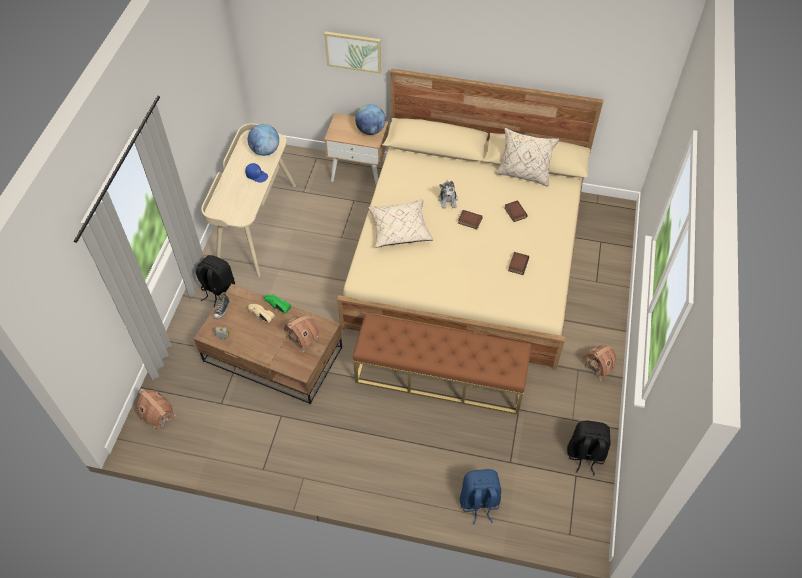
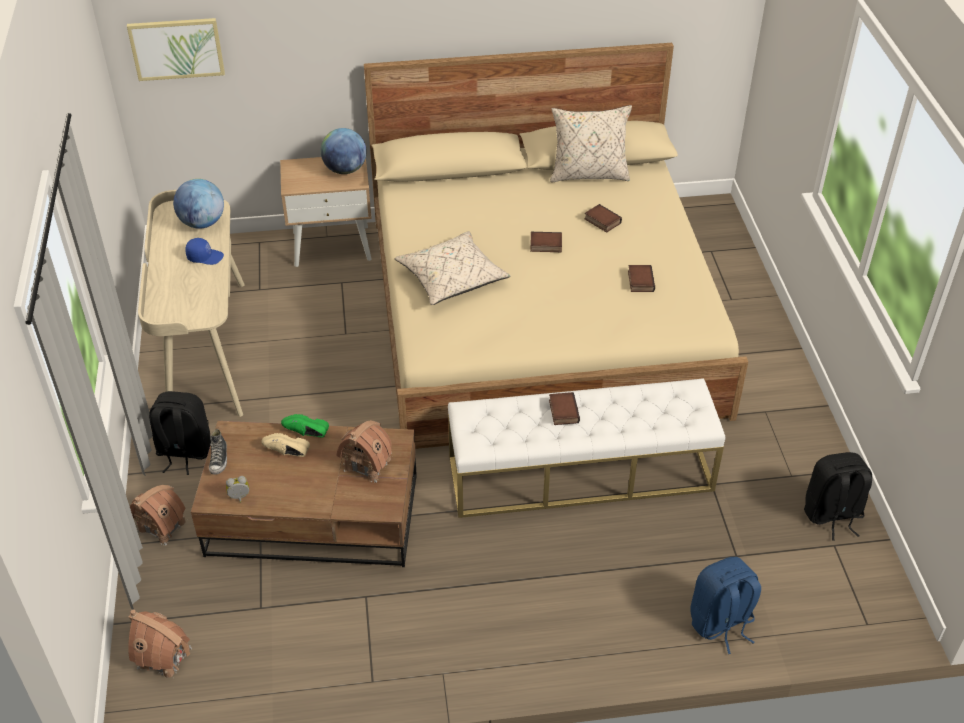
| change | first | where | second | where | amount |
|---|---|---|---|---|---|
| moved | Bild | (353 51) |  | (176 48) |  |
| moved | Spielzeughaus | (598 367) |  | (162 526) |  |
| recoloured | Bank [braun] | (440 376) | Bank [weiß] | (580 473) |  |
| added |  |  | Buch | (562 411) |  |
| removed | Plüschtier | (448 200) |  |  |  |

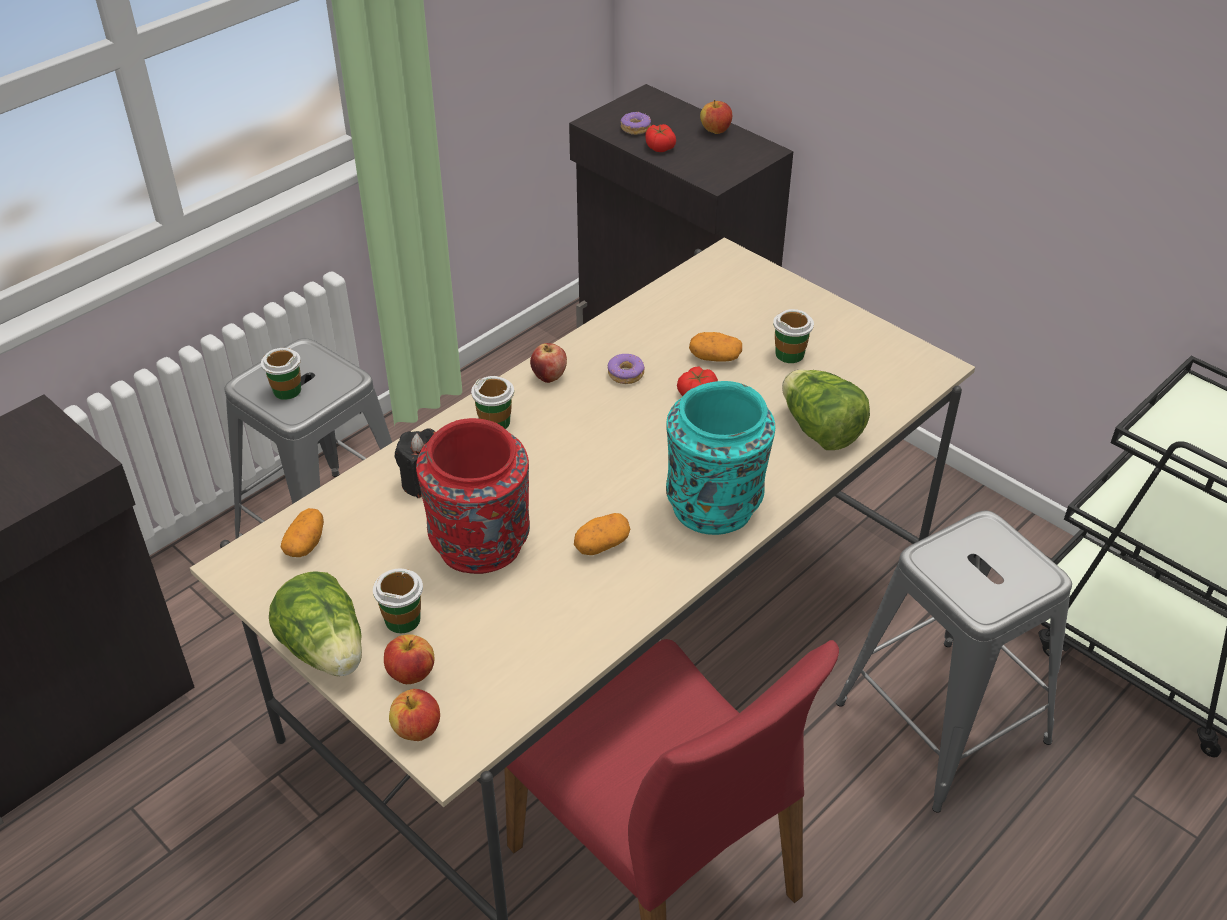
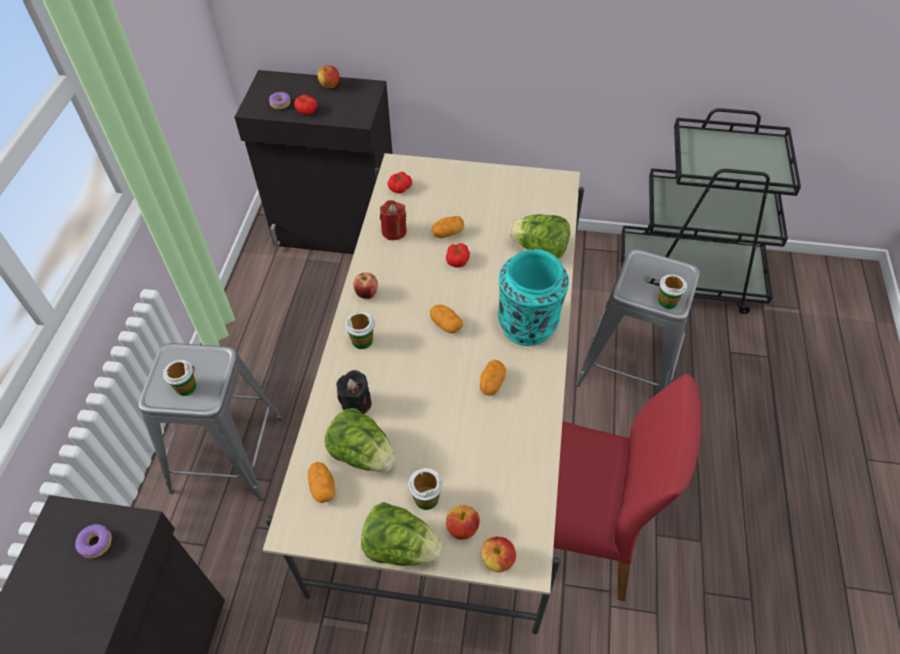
| change | first | where | second | where | amount |
|---|---|---|---|---|---|
| moved | Donut | (626 374) |  | (96 543) |  |
| added |  |  | Salatkopf | (363 454) |  |
| added |  |  | Kerze [rot] | (394 231) |  |
| added |  |  | Tomate | (400 187) |  |
| added |  |  | Kartoffel | (446 324) |  |
| moved | Tasse | (790 354) |  | (667 301) |  |
| removed | Vase [rot] | (480 546) |  |  |  |

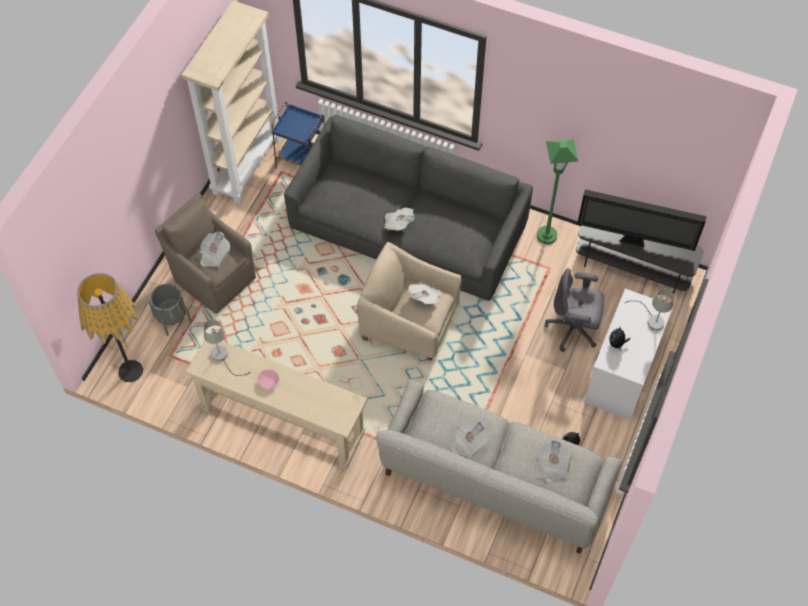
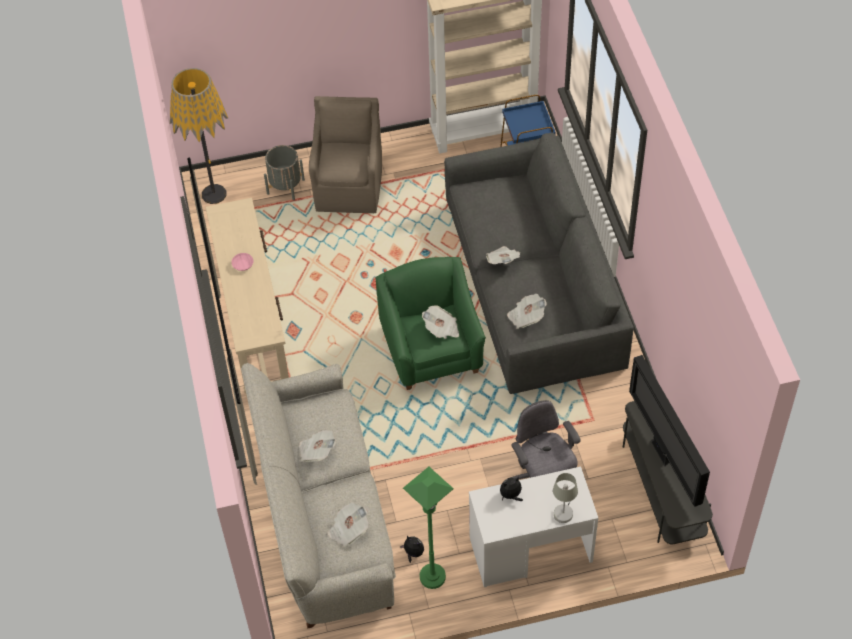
| change | first | where | second | where | amount |
|---|---|---|---|---|---|
| recoloured | Sessel [beige] | (409 322) | Sessel [grün] | (432 349) |  |
| moved | Stehlampe [grün] | (546 236) |  | (432 577) |  |
| moved | Zeitung | (214 255) |  | (526 317) |  |
| removed | Tischlampe [grau] | (223 357) |  |  |  |

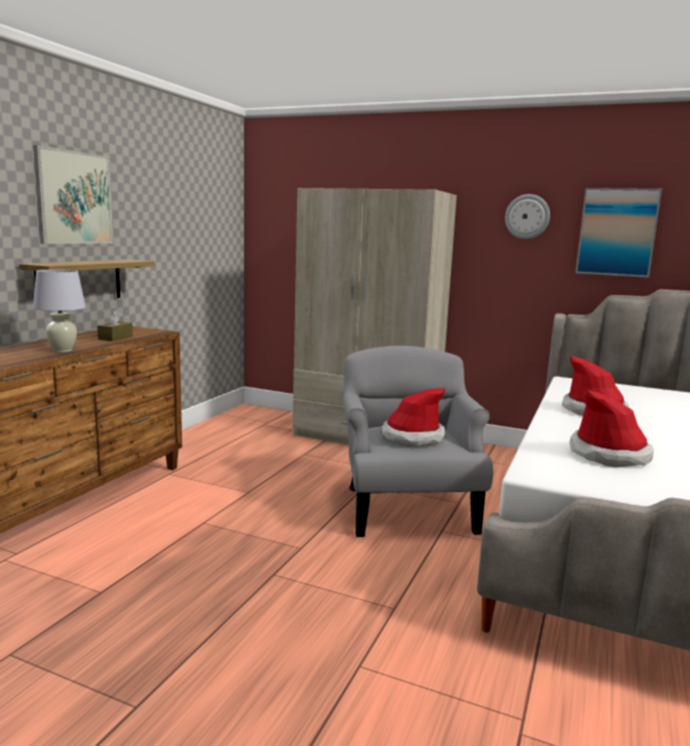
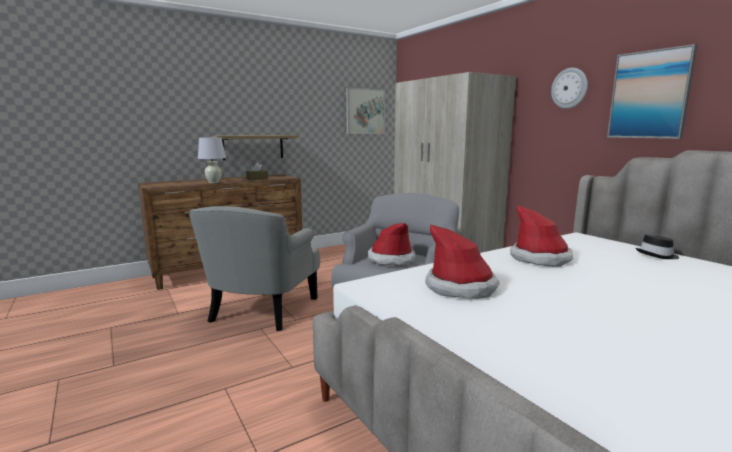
| change | first | where | second | where | amount |
|---|---|---|---|---|---|
| added |  |  | Sessel [grau] | (262 310) |  |
| moved | Bild | (74 198) |  | (365 111) |  |
| added |  |  | Hut [schwarz] | (657 255) |  |

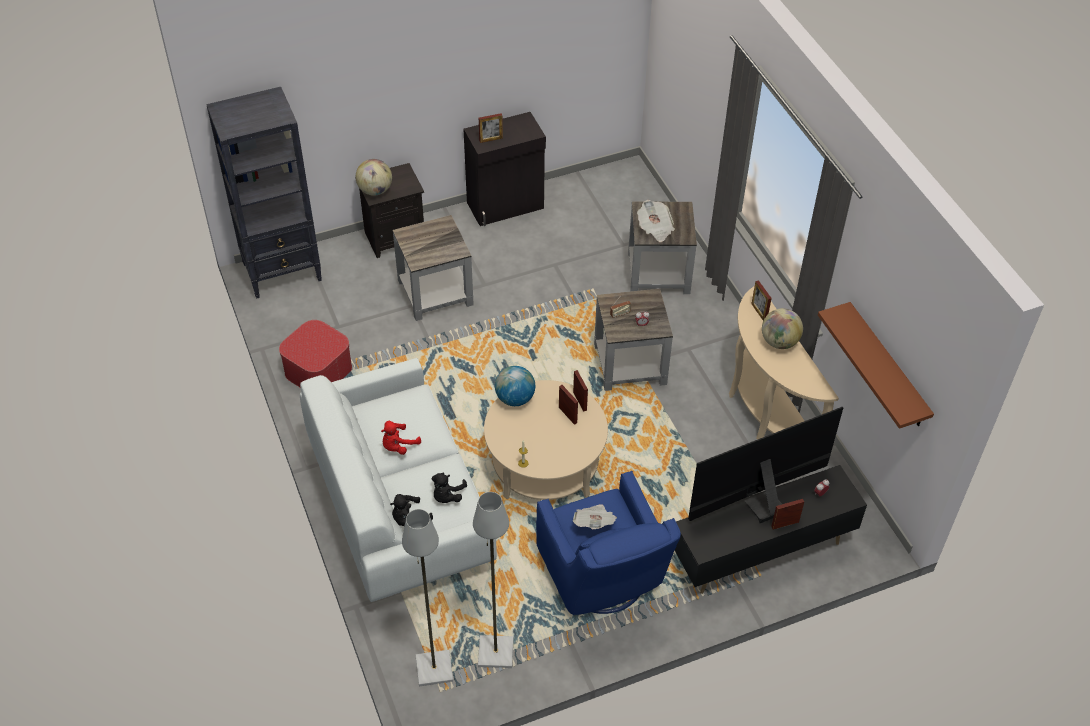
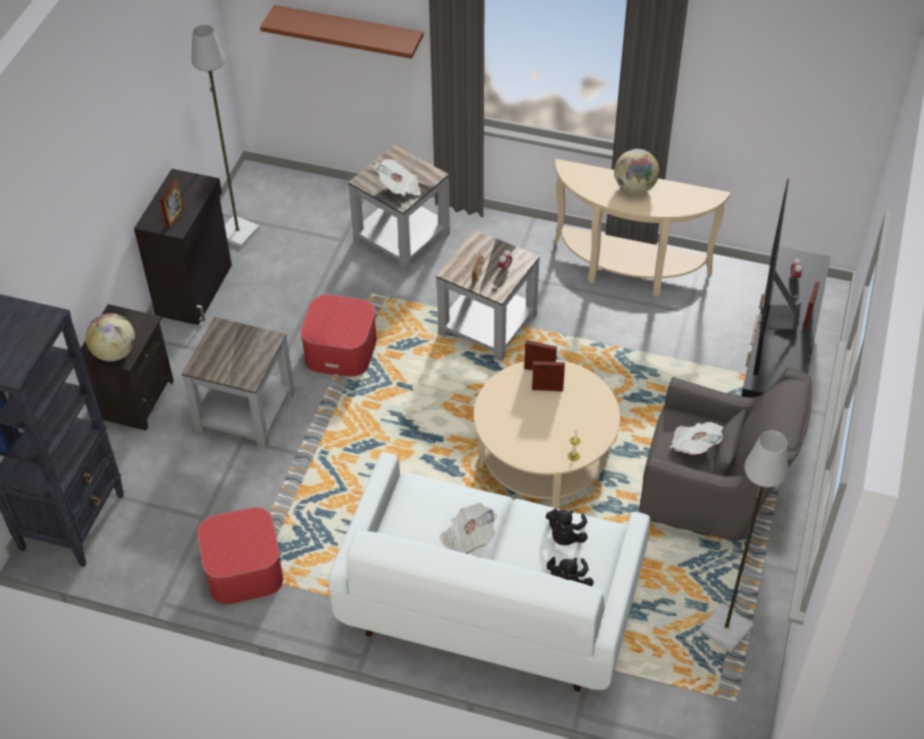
| change | first | where | second | where | amount |
|---|---|---|---|---|---|
| moved | Stehlampe [grau] | (433 669) |  | (238 233) |  |
| moved | Wandregal [braun] | (887 367) |  | (349 32) |  |
| added |  |  | Polsterhocker | (341 350) |  |
| replaced | Plüschtier [rot] | (398 446) | Zeitung | (468 538) |  |
| turned | Plüschtier [schwarz] | (447 496) |  | (565 536) | 45 degrees clockwise |
| recoloured | Sessel [blau] | (603 580) | Sessel [grau] | (712 497) |  |
| removed | Globus | (515 398) |  |  |  |
| removed | Bilderrahmen | (759 312) |  |  |  |

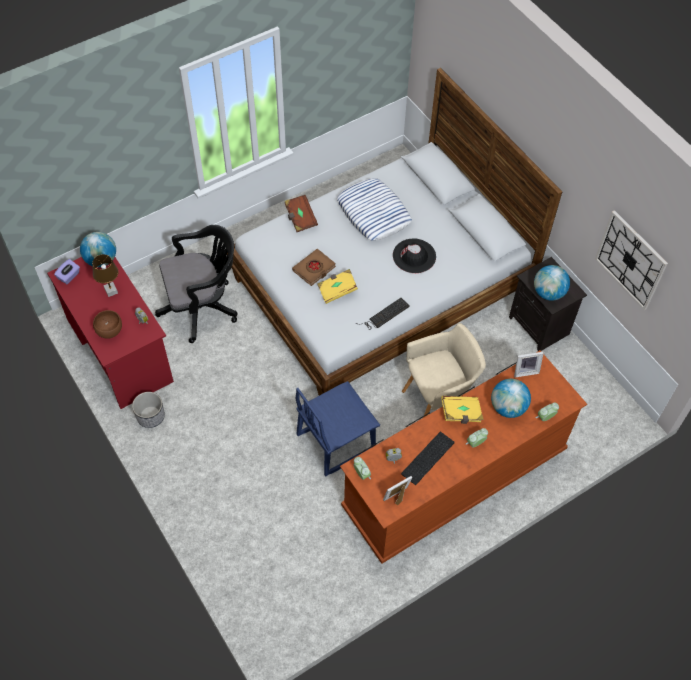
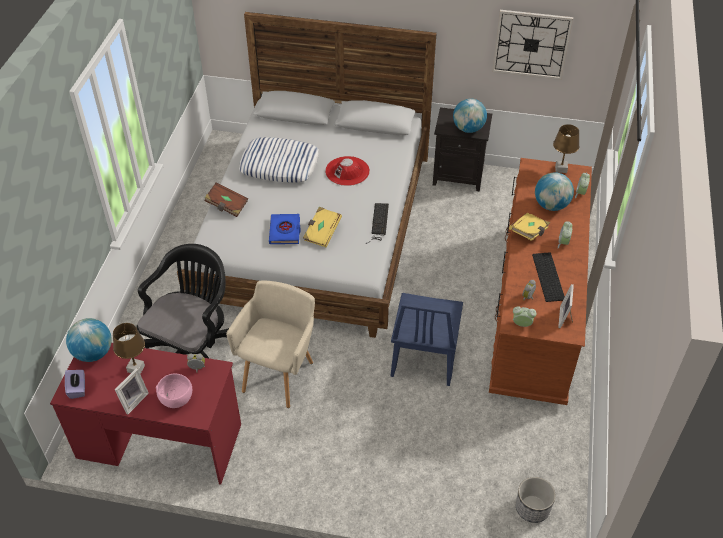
| change | first | where | second | where | amount |
|---|---|---|---|---|---|
| moved | Bilderrahmen | (525 370) |  | (133 400) |  |
| recoloured | Schüssel [braun] | (109 331) | Schüssel [rosa] | (176 399) |  |
| moved | Sessel [beige] | (439 399) |  | (280 373) |  |
| recoloured | Buch [braun] | (314 269) | Buch [blau] | (285 231) |  |
| recoloured | Hut [schwarz] | (414 256) | Hut [rot] | (347 171) |  |
| moved | Pflanzkübel | (151 416) |  | (532 508) |  |
| added |  |  | Tischlampe [braun] | (560 169) |  |

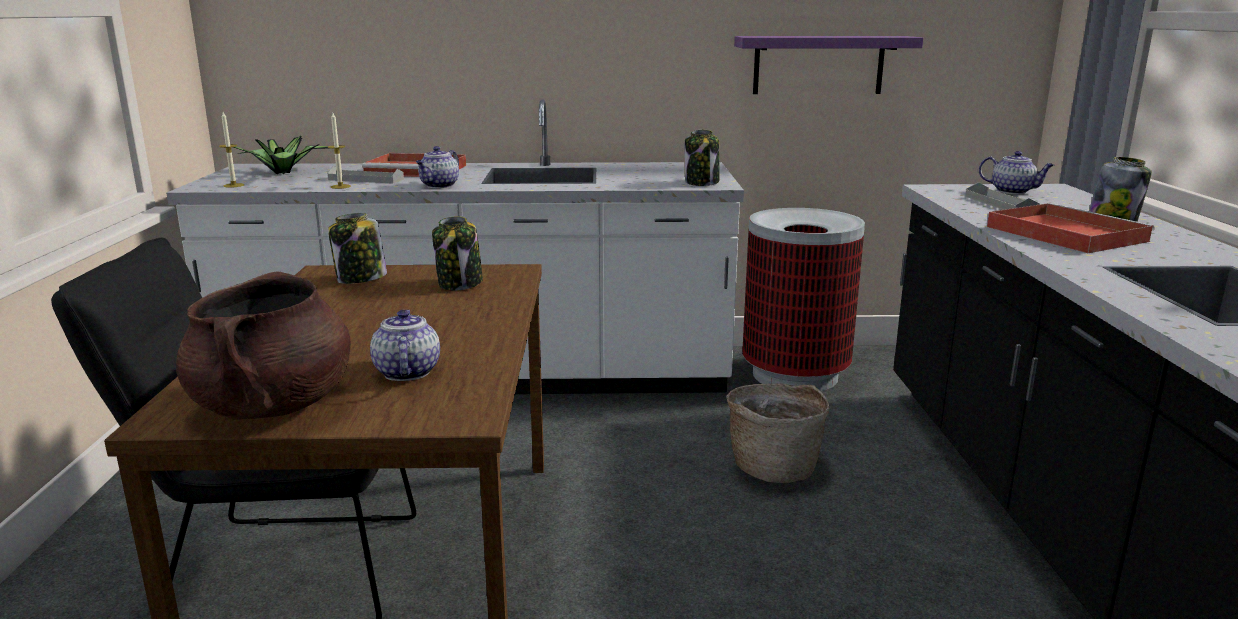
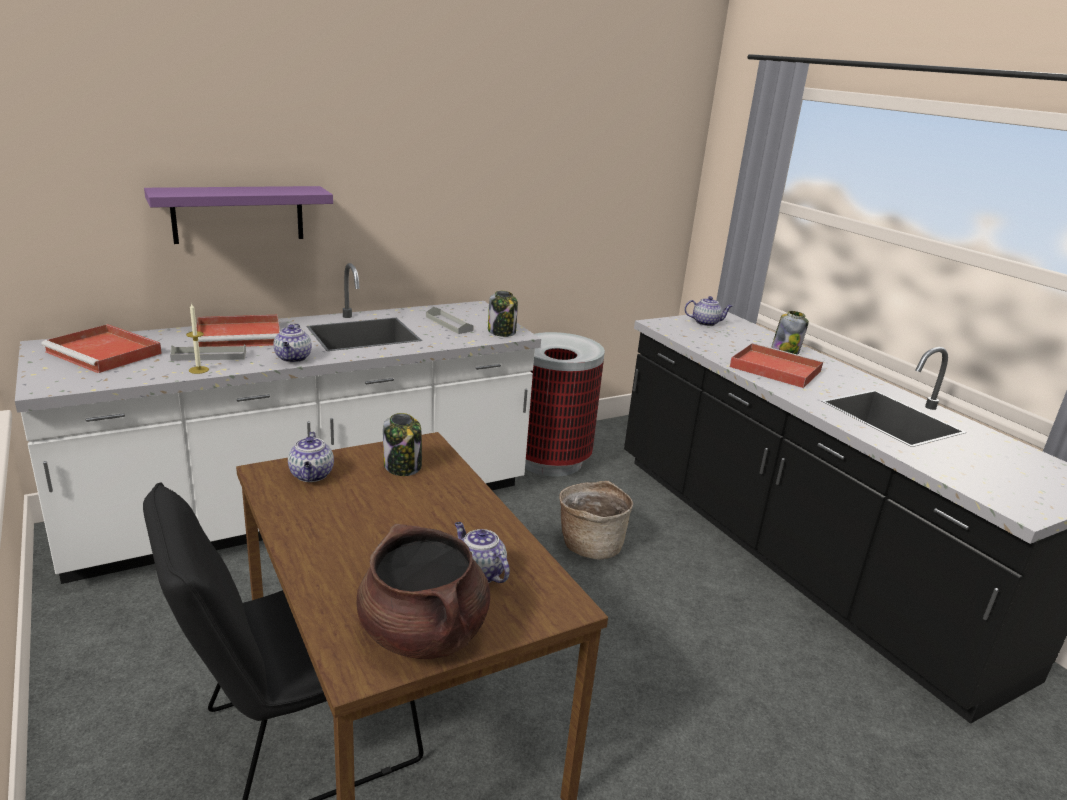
| change | first | where | second | where | amount |
|---|---|---|---|---|---|
| replaced | Topfpflanze | (284 173) | Tablett [rot] | (106 353) |  |
| moved | Wandregal [lila] | (818 65) |  | (238 214) |  |
| replaced | Vorratsglas | (360 279) | Teekanne | (312 475) |  |
| moved | Tablett [grau] | (1000 204) |  | (449 324) |  |
| removed | Kerze | (233 185) |  |  |  |

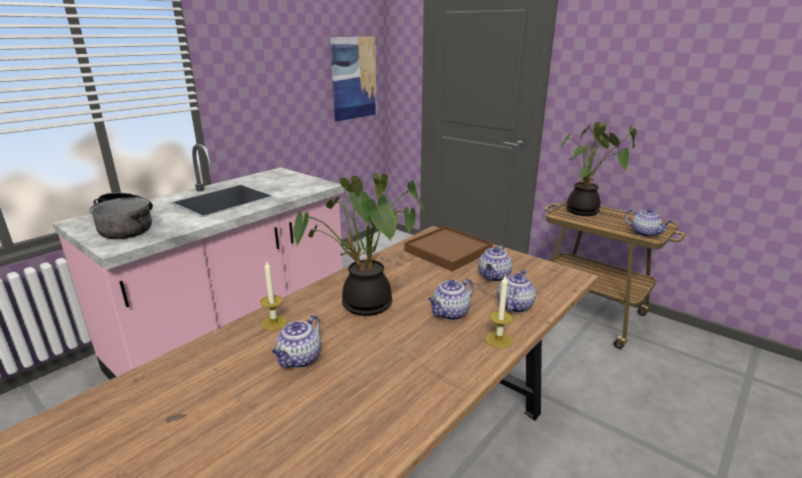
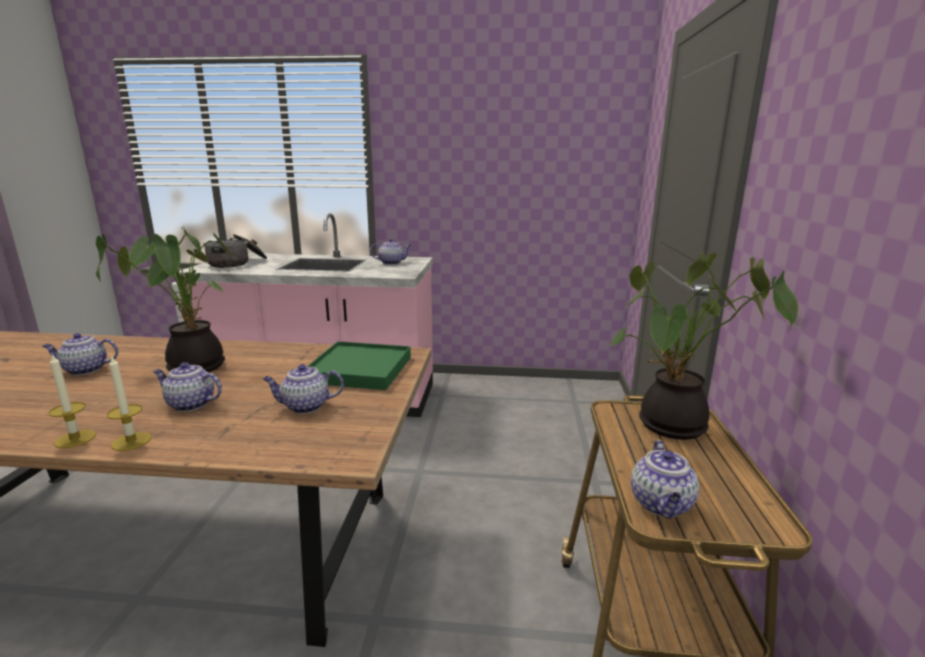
| change | first | where | second | where | amount |
|---|---|---|---|---|---|
| moved | Kerze | (274 322) |  | (75 439) |  |
| recoloured | Tablett [braun] | (448 251) | Tablett [grün] | (359 369) |  |
| moved | Teekanne | (514 305) |  | (392 263) |  |
| removed | Bild | (354 78) |  |  |  |

